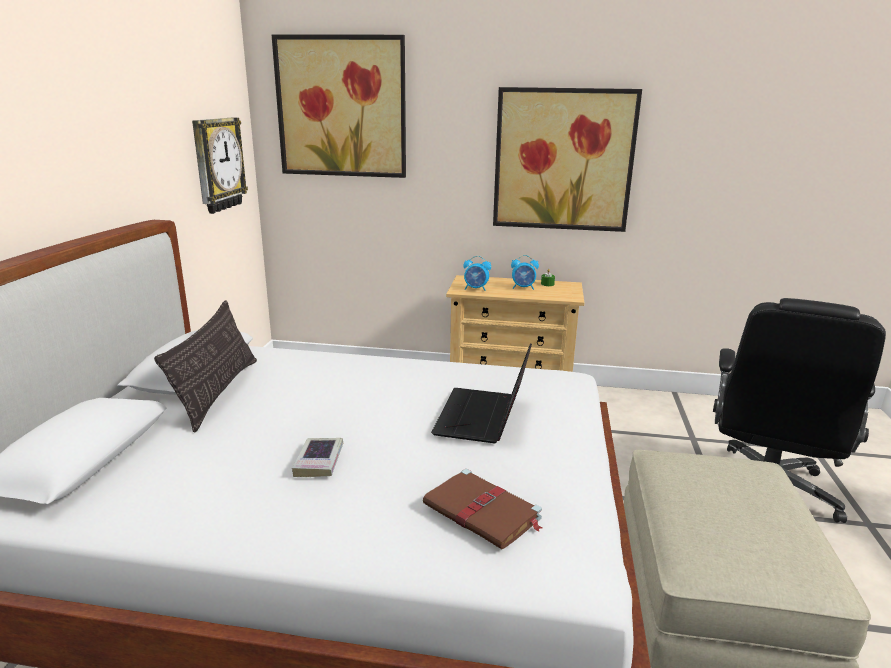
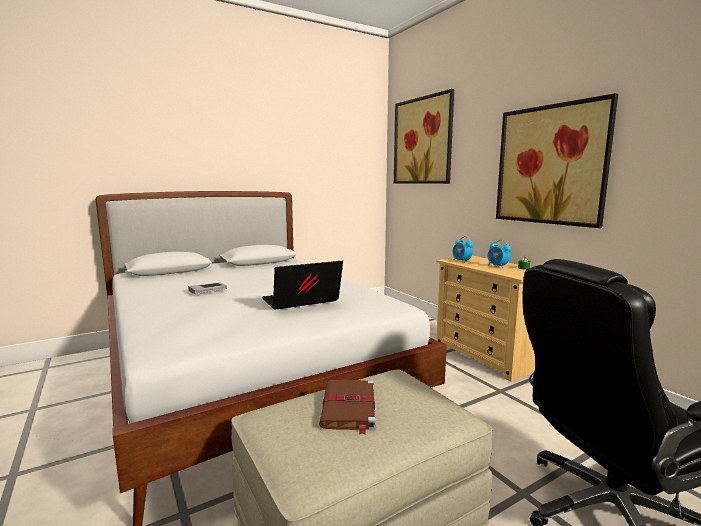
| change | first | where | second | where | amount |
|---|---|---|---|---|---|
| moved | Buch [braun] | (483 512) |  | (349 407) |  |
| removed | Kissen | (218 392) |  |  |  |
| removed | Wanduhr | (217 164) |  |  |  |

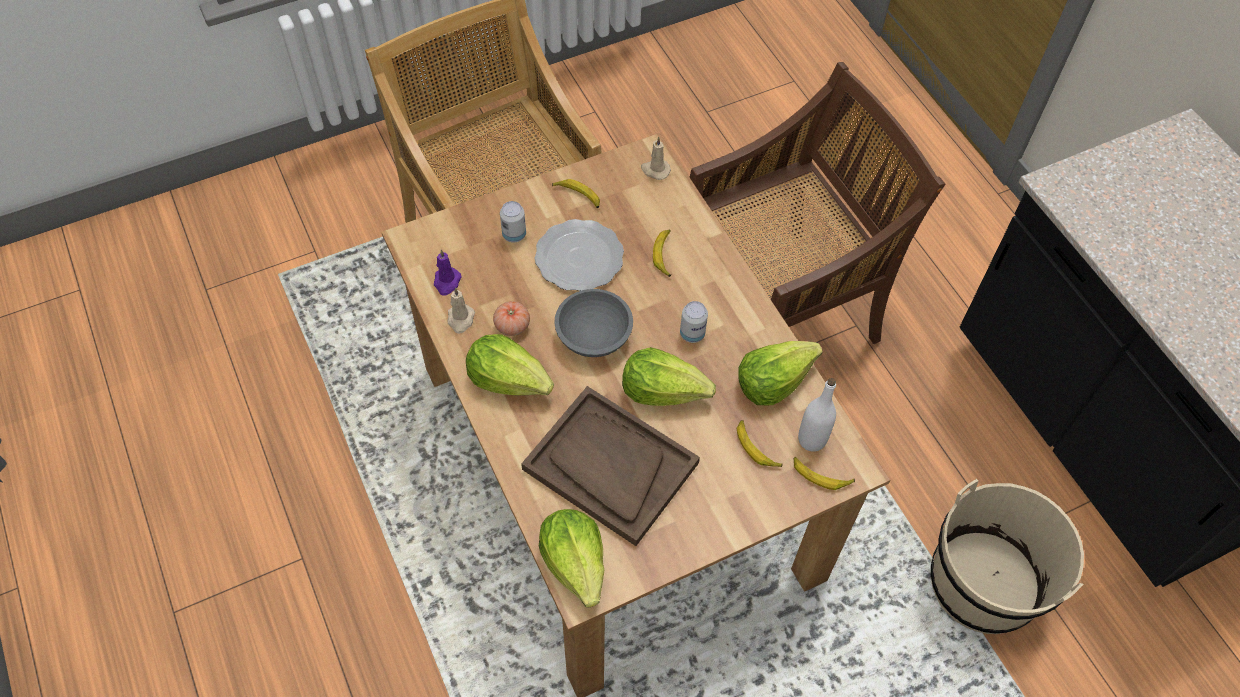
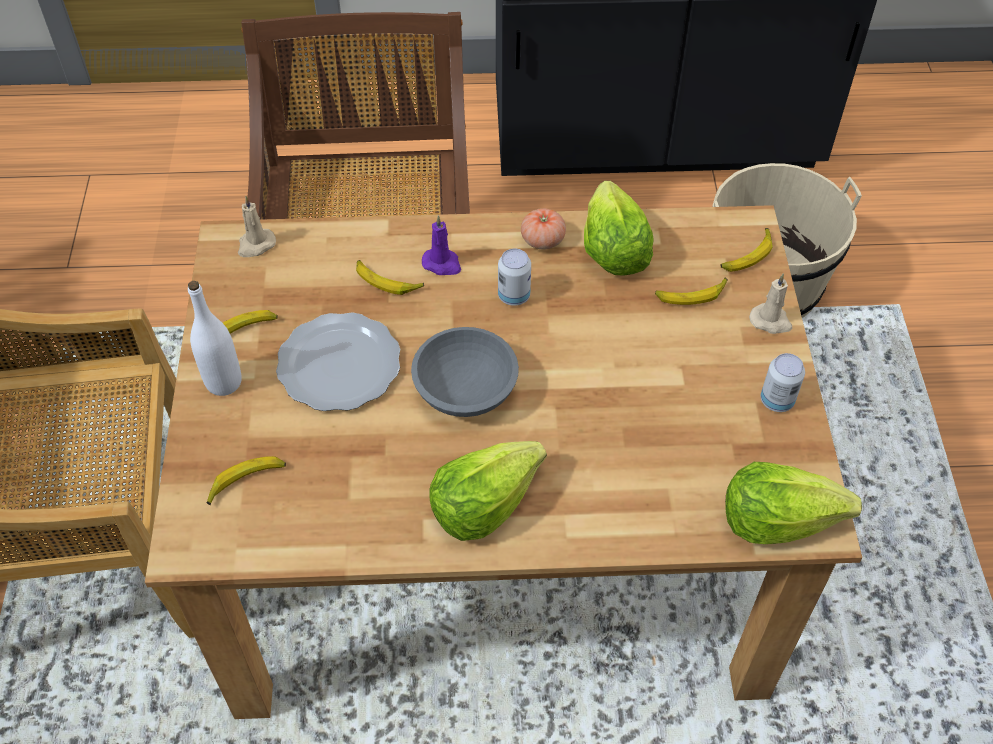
| change | first | where | second | where | amount |
|---|---|---|---|---|---|
| moved | Flasche [weiß] | (811 440) |  | (224 382) |  |
| added |  |  | Banane | (246 482) |  |
| moved | Kerze [lila] | (447 282) |  | (442 264) |  |
| moved | Tomate | (512 325) |  | (542 240) |  |
| moved | Kerze [beige] | (460 319) |  | (771 321) |  |
| moved | Dose | (514 235) |  | (777 401) |  |
| removed | Tablett [braun] | (610 466) |  |  |  |
| removed | Salatkopf | (663 390) |  |  |  |

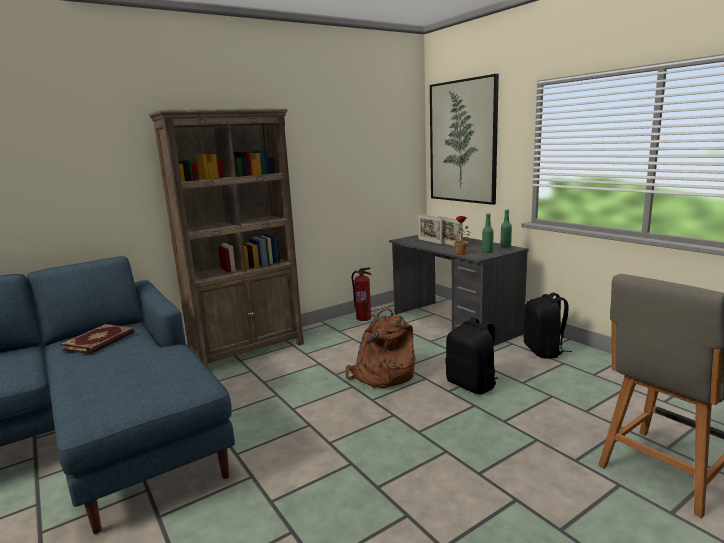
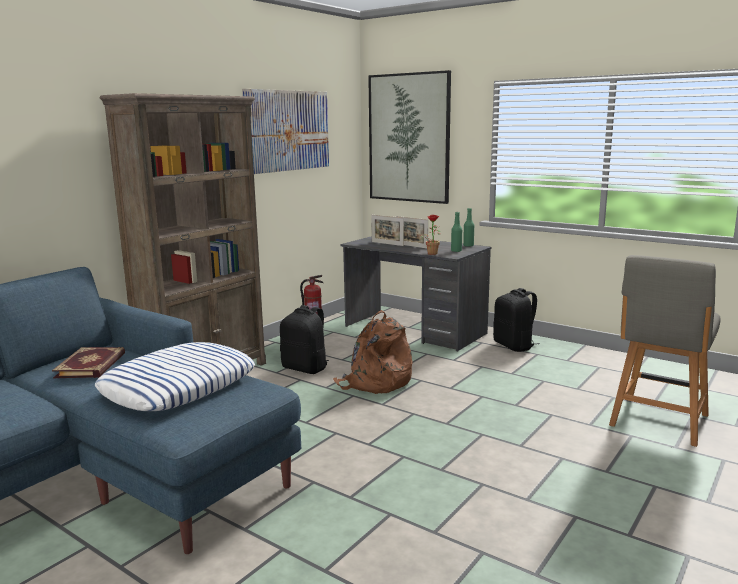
| change | first | where | second | where | amount |
|---|---|---|---|---|---|
| added |  |  | Kissen | (178 386) |  |
| added |  |  | Bild | (287 130) |  |
| moved | Rucksack [schwarz] | (472 385) |  | (305 368) |  |

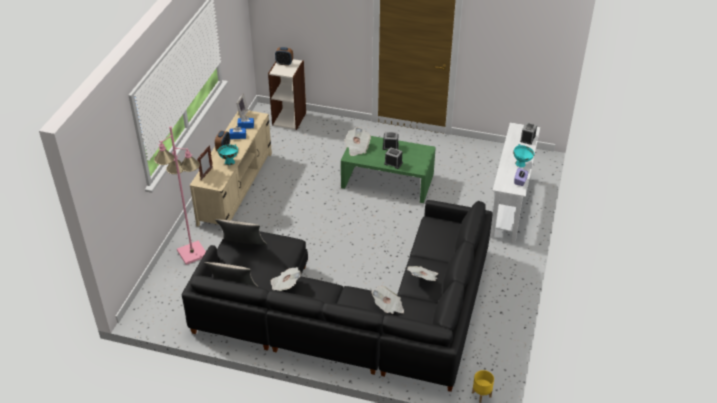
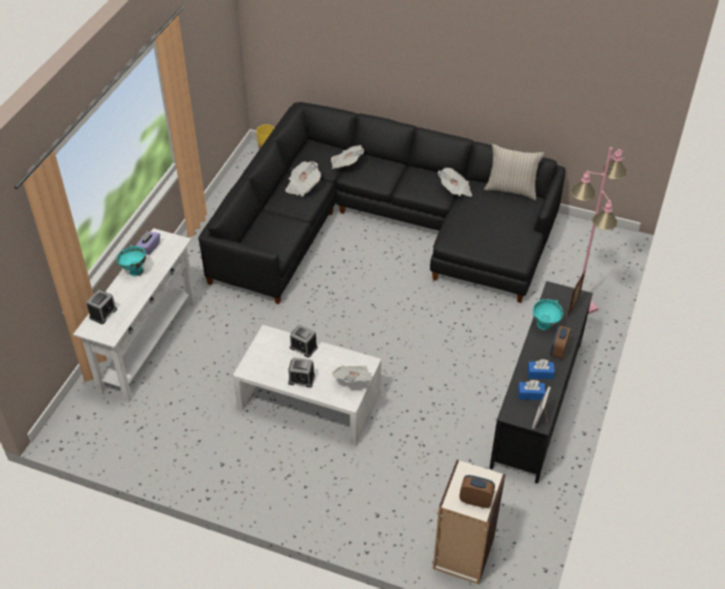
| change | first | where | second | where | amount |
|---|---|---|---|---|---|
| recoloured | Couchtisch [grün] | (387 181) | Couchtisch [weiß] | (309 400) |  |
| recoloured | Fernsehschrank [beige] | (236 188) | Fernsehschrank [schwarz] | (537 403) |  |
| removed | Kissen [beige] | (243 247) |  |  |  |

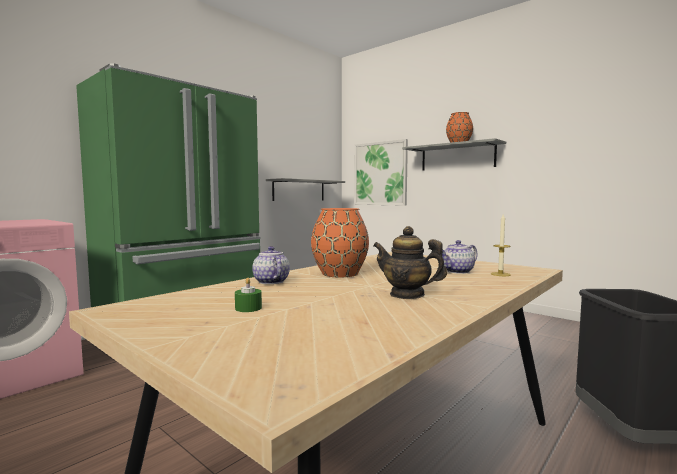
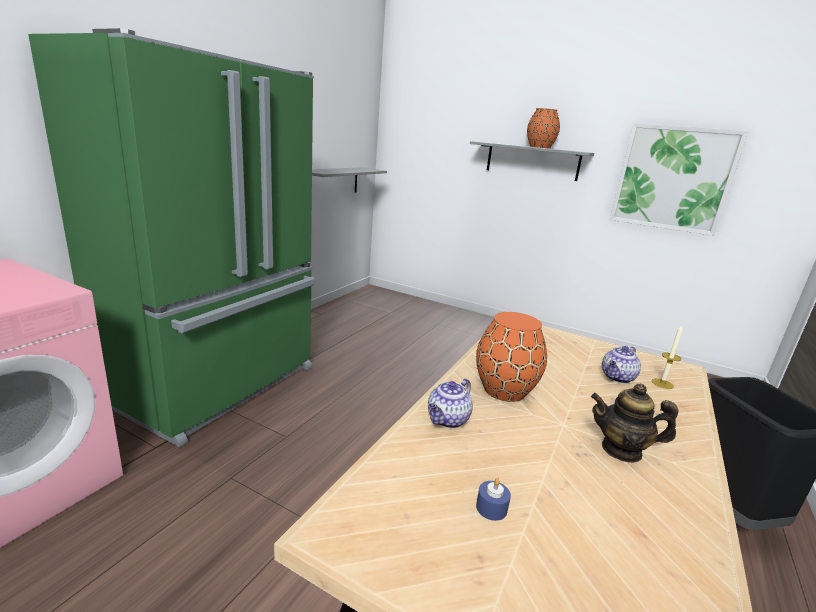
| change | first | where | second | where | amount |
|---|---|---|---|---|---|
| turned | Teekanne | (270 281) |  | (447 420) | 105 degrees counterclockwise |
| recoloured | Kerze [grün] | (248 308) | Kerze [blau] | (491 508) |  |
| moved | Bild | (380 173) |  | (673 178) |  |

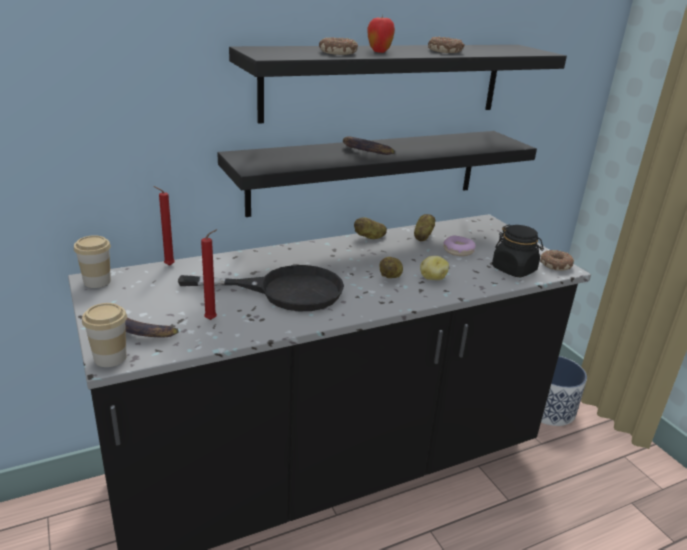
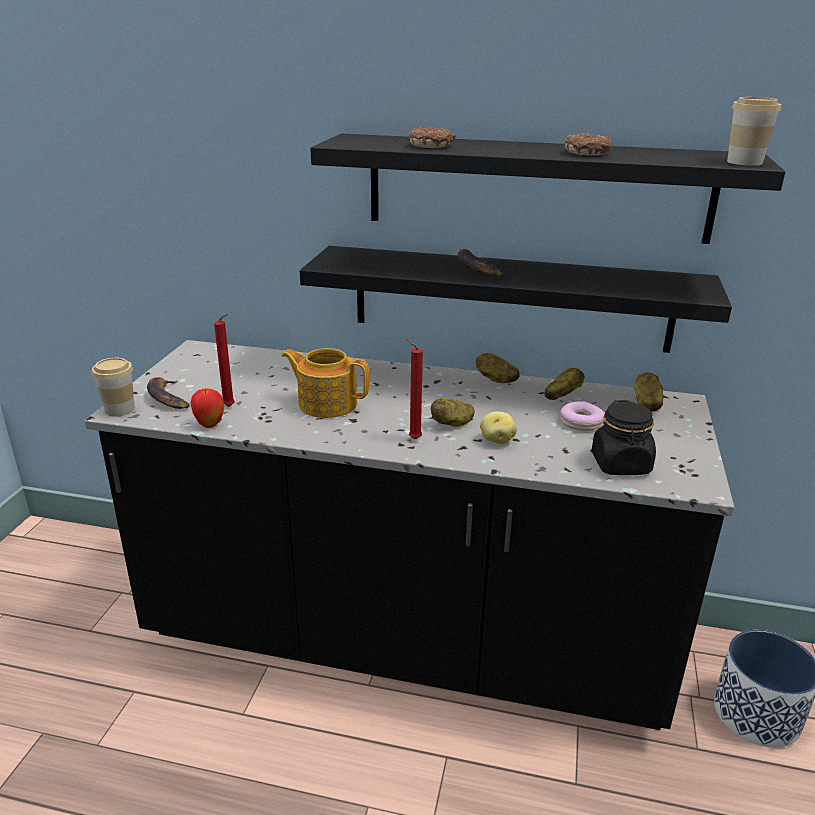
| change | first | where | second | where | amount |
|---|---|---|---|---|---|
| moved | Apfel | (379 52) |  | (209 425) |  |
| replaced | Pfanne [schwarz] | (285 290) | Teekanne | (326 403) |  |
| moved | Kerze [rot] | (167 265) |  | (413 439) |  |
| added |  |  | Kartoffel | (646 403) |  |
| moved | Tasse | (97 281) |  | (744 162) |  |
| removed | Donut | (555 264) |  |  |  |

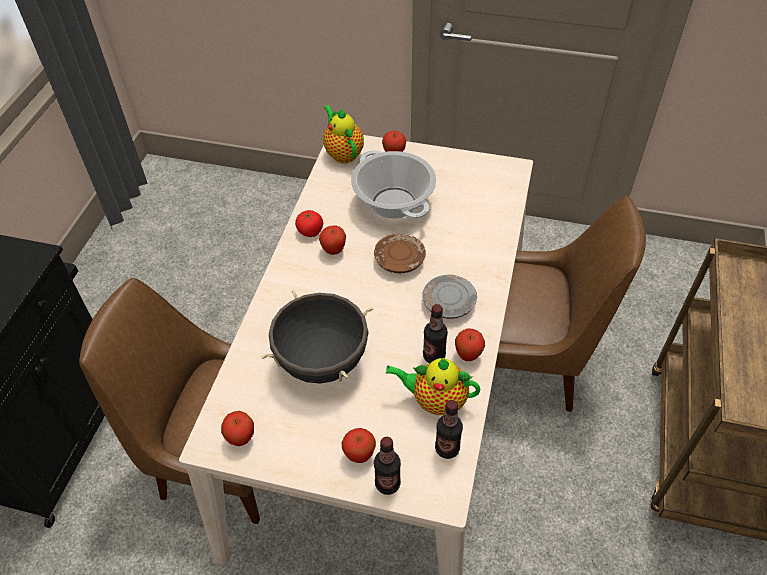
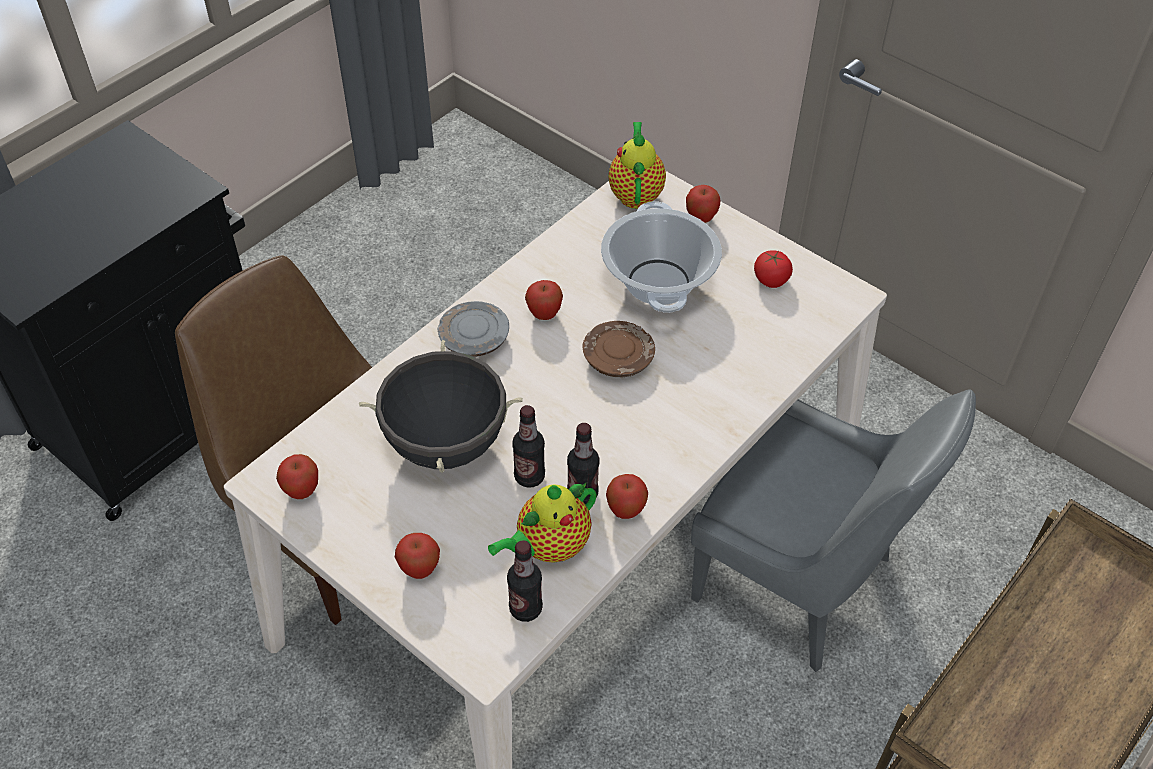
| change | first | where | second | where | amount |
|---|---|---|---|---|---|
| moved | Teller [grau] | (449 303) |  | (474 338) |  |
| turned | Teekanne | (435 400) |  | (549 547) | 75 degrees counterclockwise |
| moved | Flasche | (387 484) |  | (529 476) |  |
| recoloured | Stuhl [braun] | (530 362) | Stuhl [grau] | (799 582) |  |
| moved | Tomate | (310 231) |  | (771 279) |  |

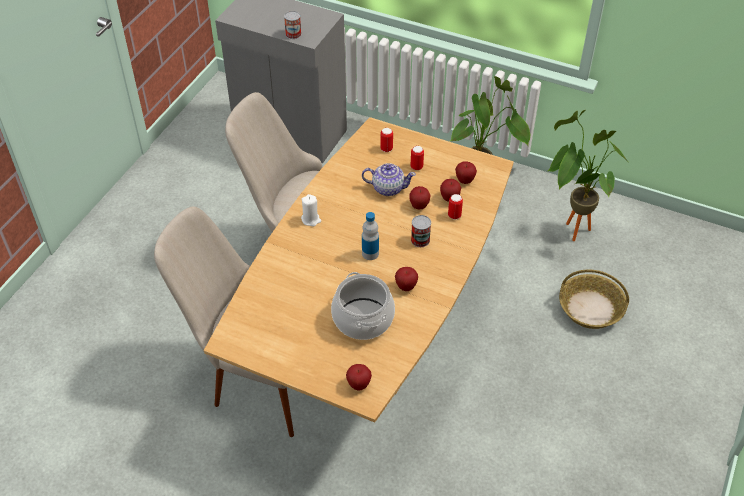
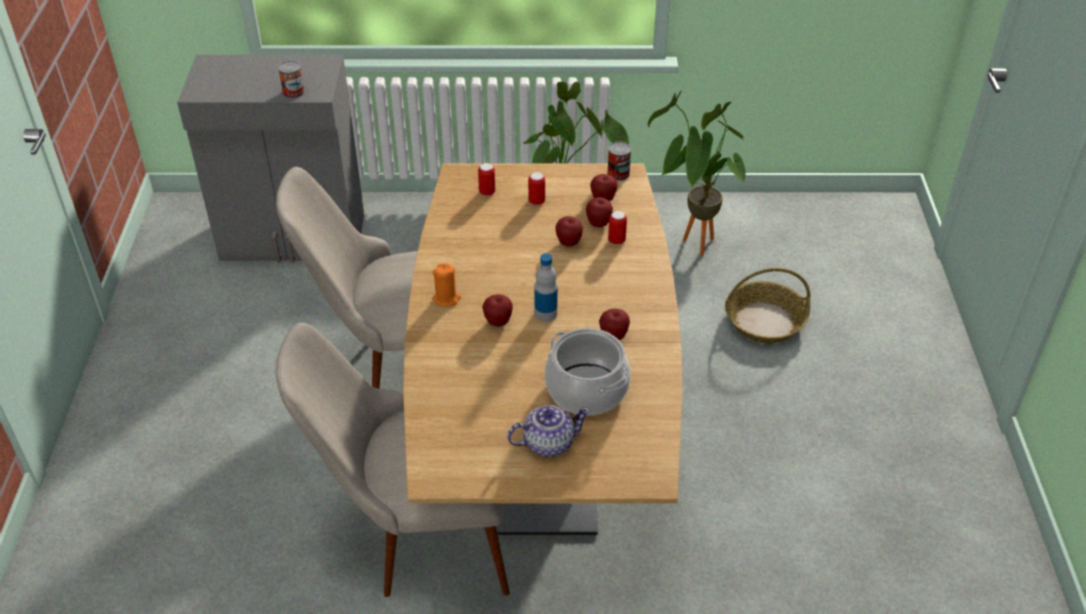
| change | first | where | second | where | amount |
|---|---|---|---|---|---|
| recoloured | Kerze [weiß] | (311 219) | Kerze [orange] | (446 299) |  |
| moved | Apfel | (358 385) |  | (498 322) |  |
| moved | Teekanne | (388 188) |  | (548 443) |  |
| moved | Dose | (420 240) |  | (618 174) |  |

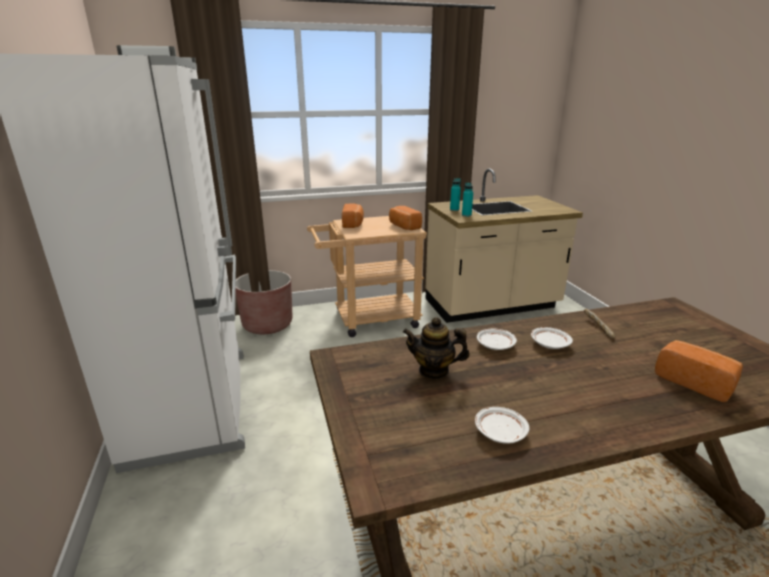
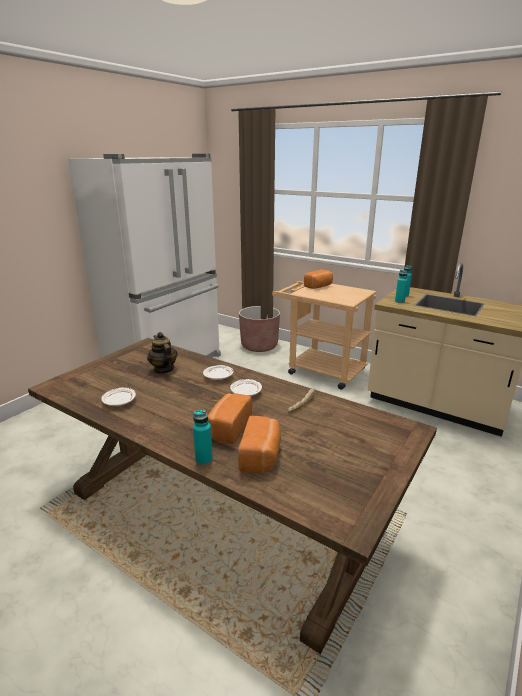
| change | first | where | second | where | amount |
|---|---|---|---|---|---|
| added |  |  | Flasche [türkis] | (204 460) |  |
| moved | Brot | (403 226) |  | (228 428) |  |

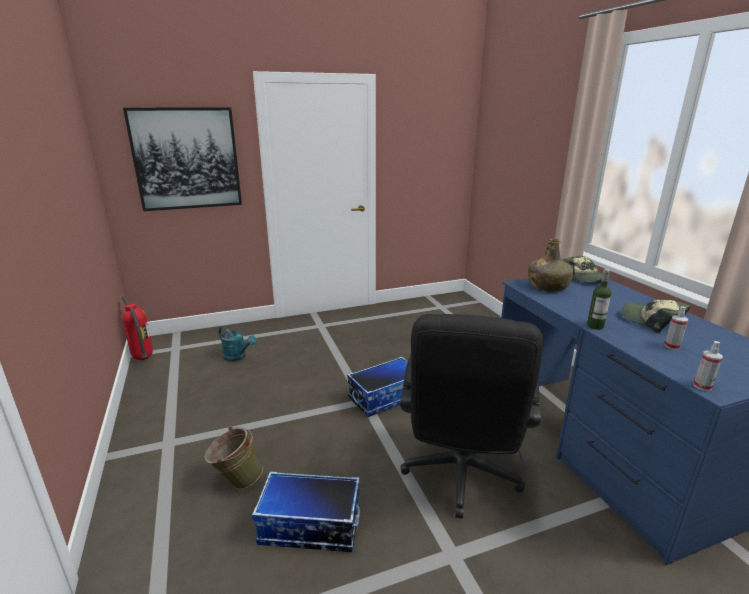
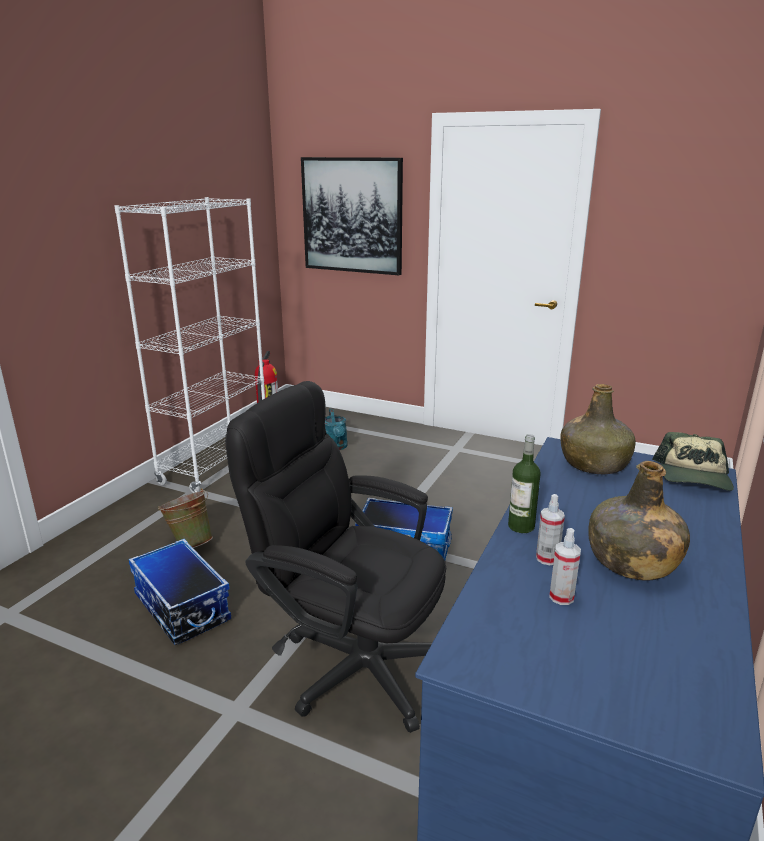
| change | first | where | second | where | amount |
|---|---|---|---|---|---|
| added |  |  | Bücherregal [weiß] | (216 464) |  |
| turned | Bürostuhl [schwarz] | (460 477) |  | (351 660) | 60 degrees clockwise |
| moved | Sprühflasche | (702 386) |  | (547 558) |  |
| replaced | Kappe | (651 321) | Flasche [grün] | (631 562) |  |

